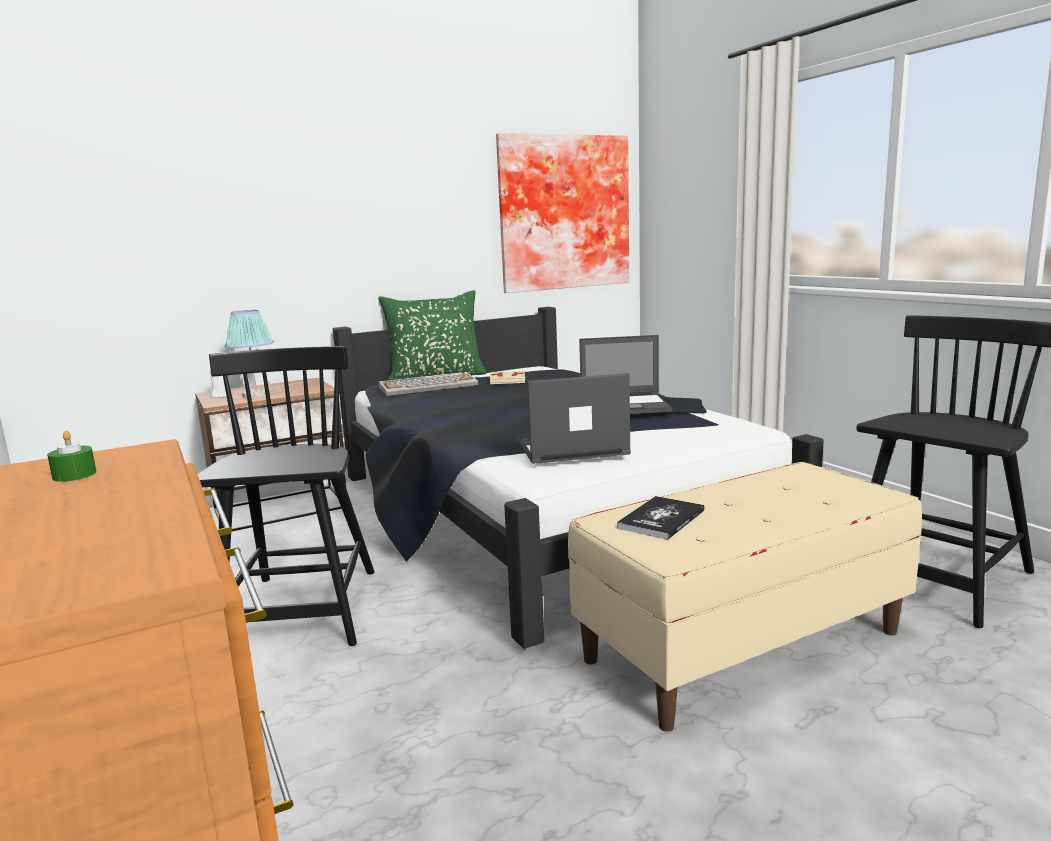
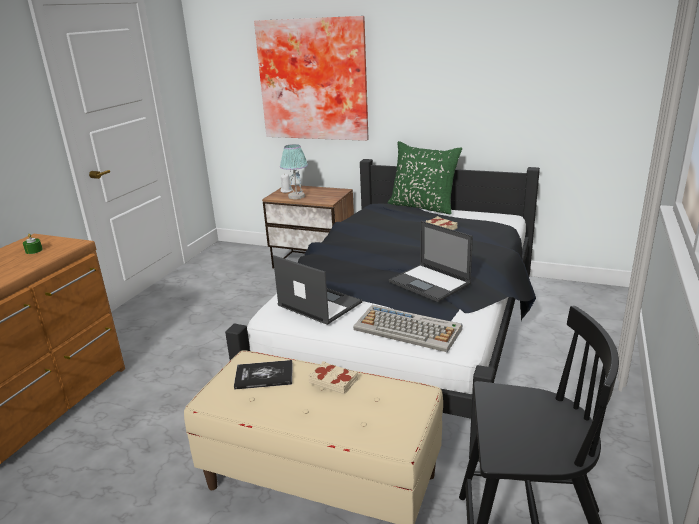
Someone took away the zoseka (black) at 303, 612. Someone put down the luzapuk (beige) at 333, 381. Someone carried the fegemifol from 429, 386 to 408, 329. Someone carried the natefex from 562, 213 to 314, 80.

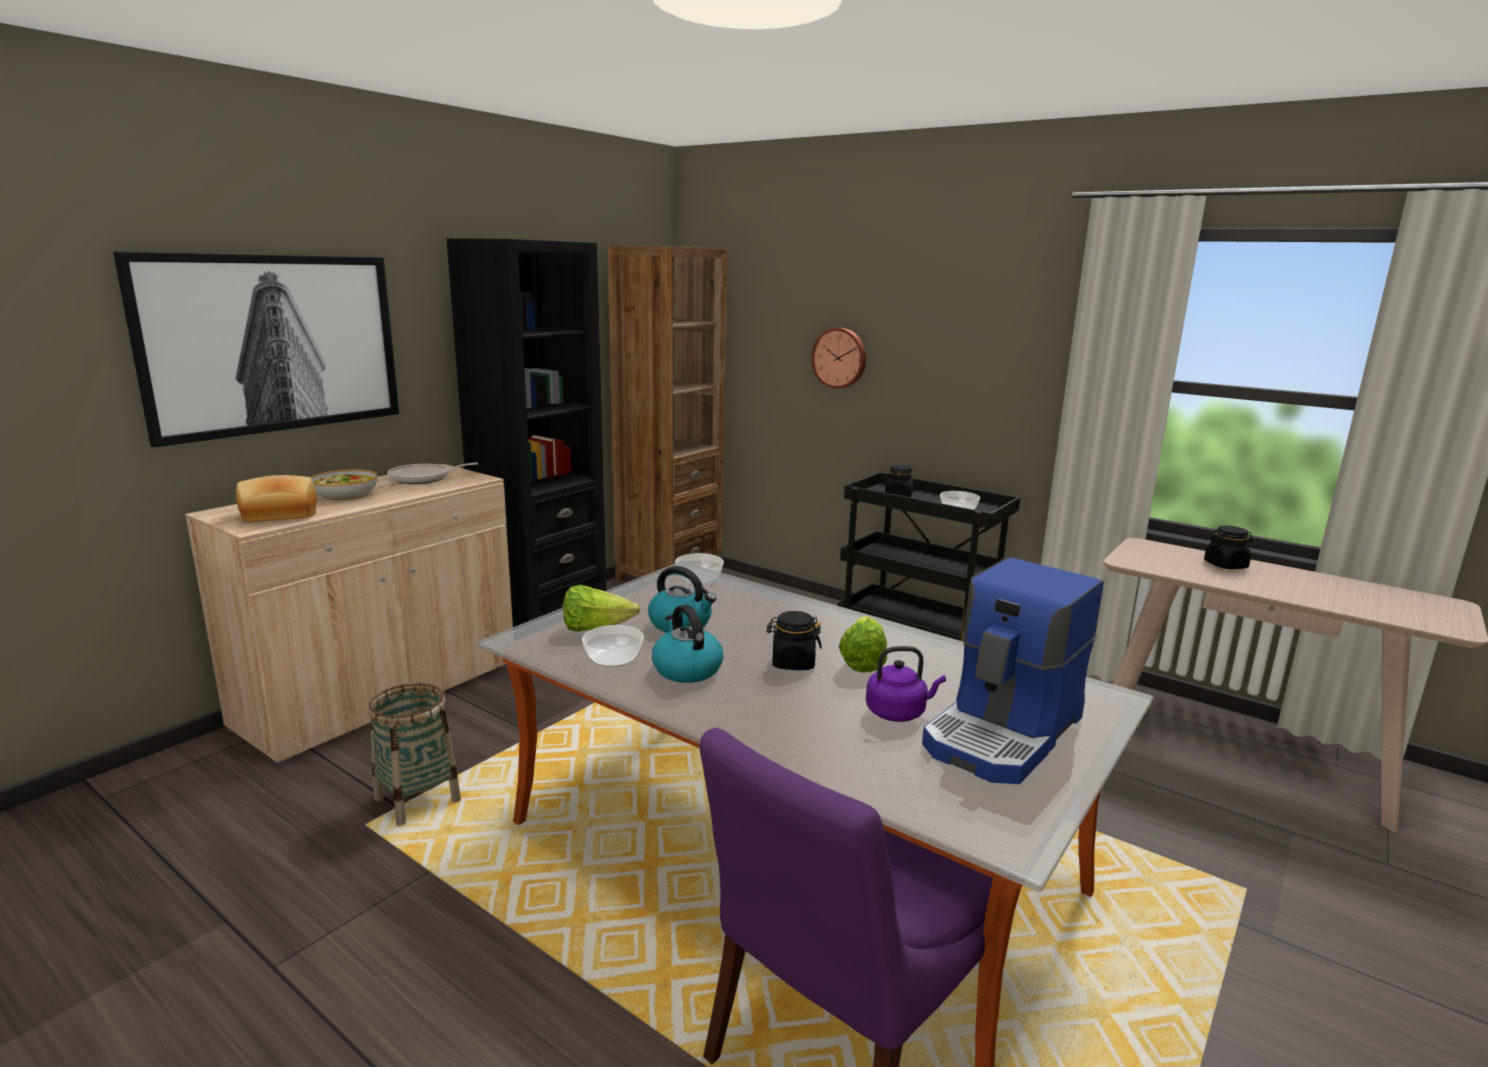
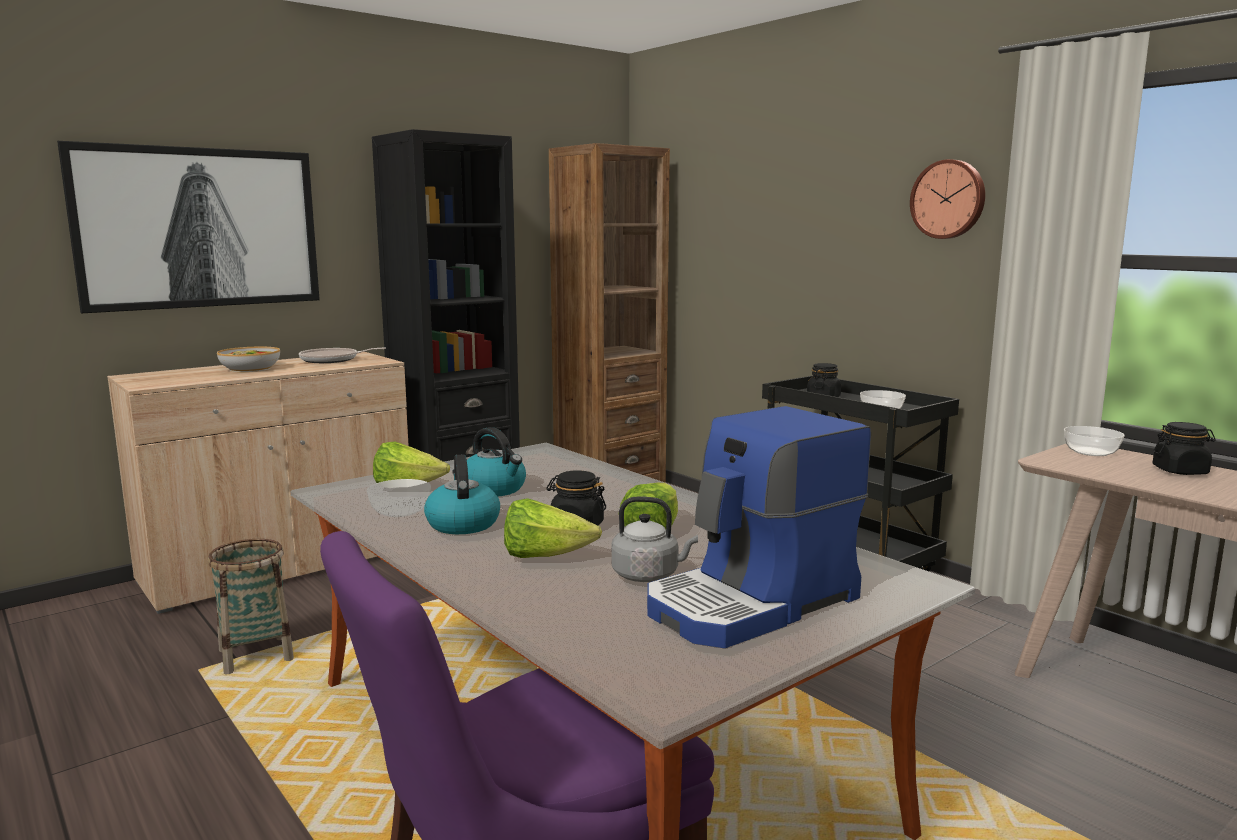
Someone took away the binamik at 279, 515. Someone put down the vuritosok at 545, 556. Someone carried the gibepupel from 699, 578 to 1090, 452. Someone carried the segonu from 840, 358 to 949, 199. Someone repainted the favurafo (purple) at 898, 712, which became the favurafo (grey) at 649, 575.

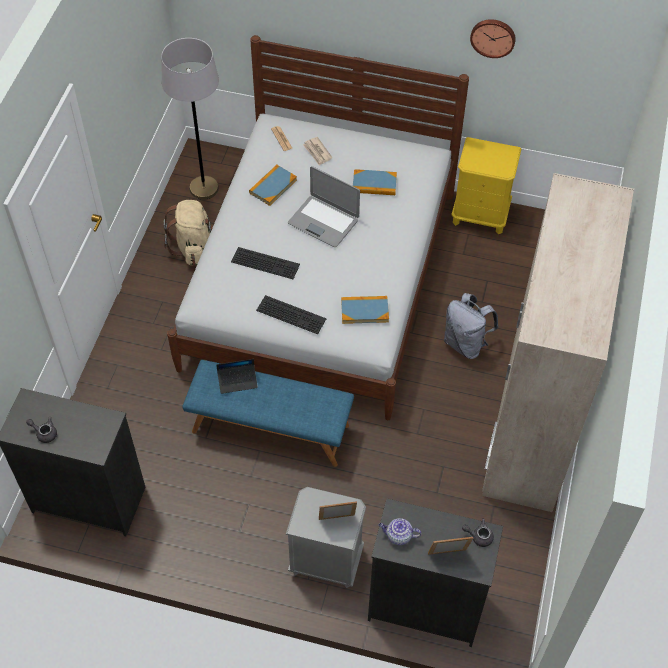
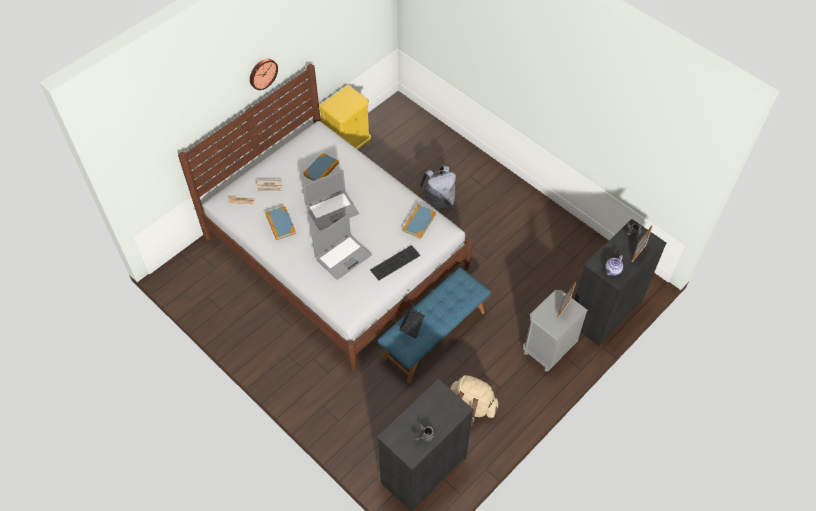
Someone took away the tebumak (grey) at 204, 188. Someone took away the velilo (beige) at 531, 425. Someone carried the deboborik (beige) from 194, 247 to 471, 407. Someone carried the segonu from 493, 37 to 262, 73. Someone swapped the fegemifol at 266, 262 for the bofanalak at 343, 256.

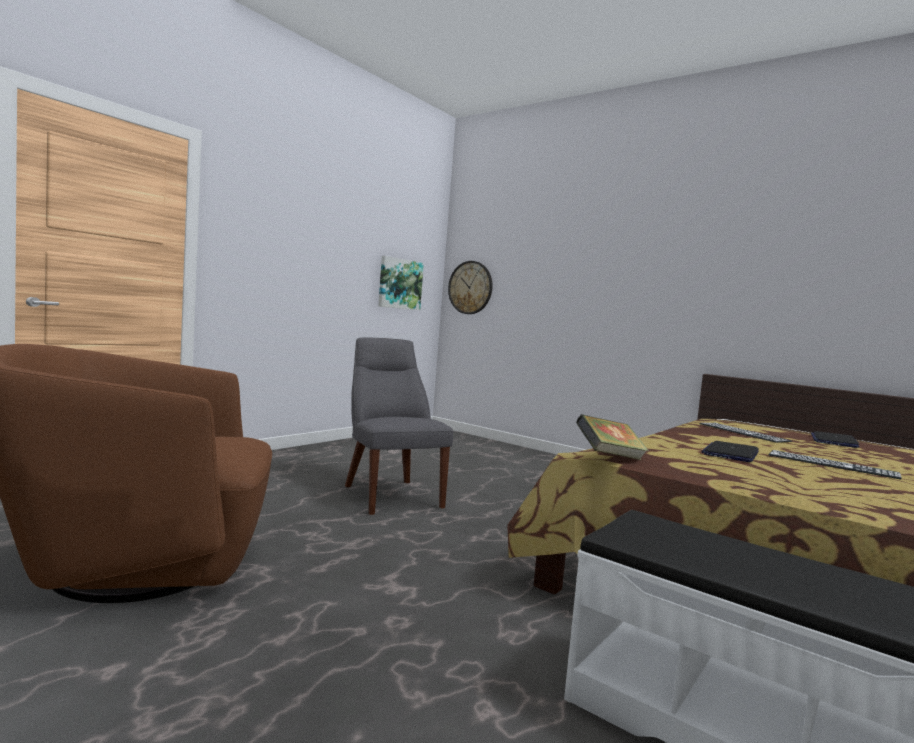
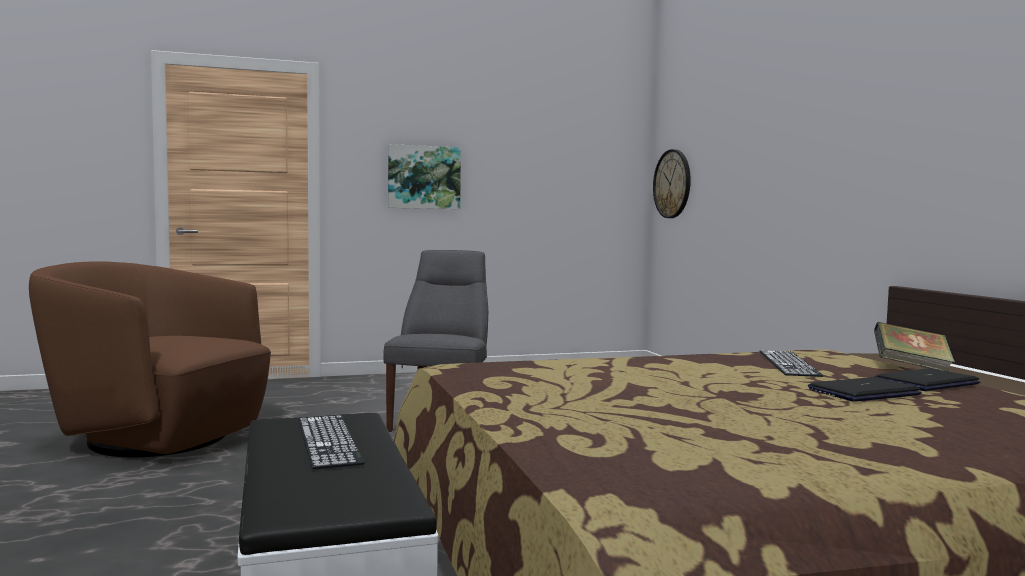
Someone carried the natefex from 399, 284 to 424, 177. Someone carried the luzapuk from 609, 457 to 911, 368. Someone carried the bofanalak from 730, 453 to 863, 392. Someone carried the fegemifol from 831, 464 to 328, 440.

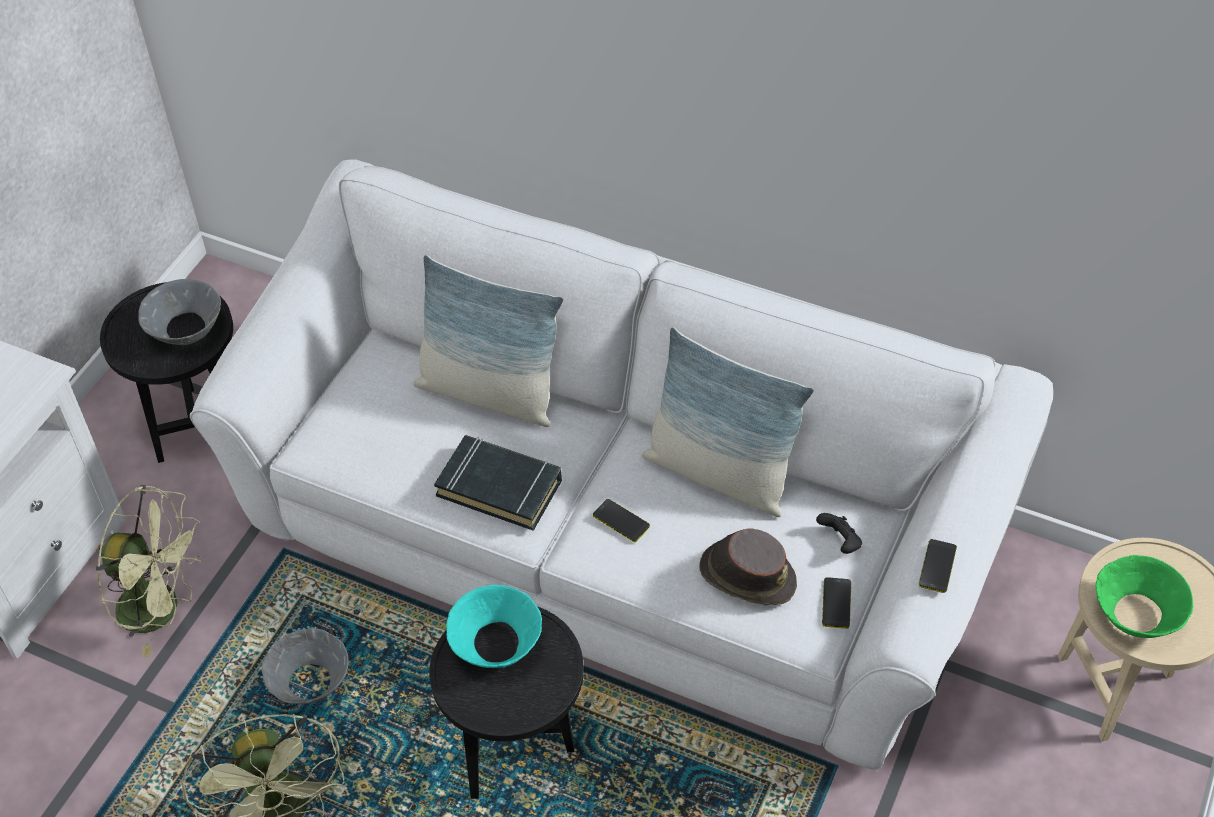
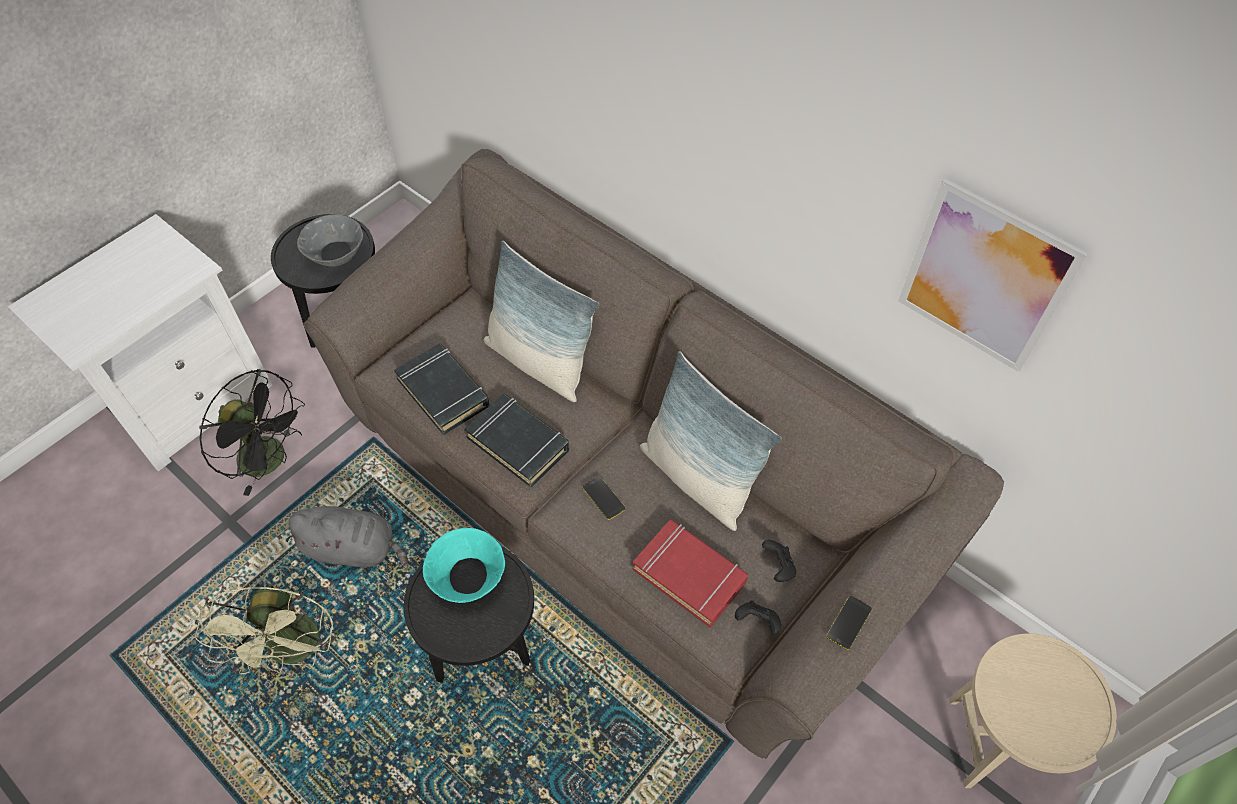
Someone took away the gibepupel (green) at 1135, 614. Someone put down the luzapuk (black) at 443, 392. Someone put up the natefex at 984, 278. Someone swapped the gibepupel (grey) at 310, 682 for the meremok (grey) at 354, 549. Someone swapped the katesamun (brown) at 746, 575 for the luzapuk (red) at 690, 575. Someone swapped the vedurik at 836, 603 for the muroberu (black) at 757, 622. Someone repainted the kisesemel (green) at 162, 608, which became the kisesemel (black) at 271, 460. Someone repainted the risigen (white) at 613, 533, which became the risigen (brown) at 620, 491.

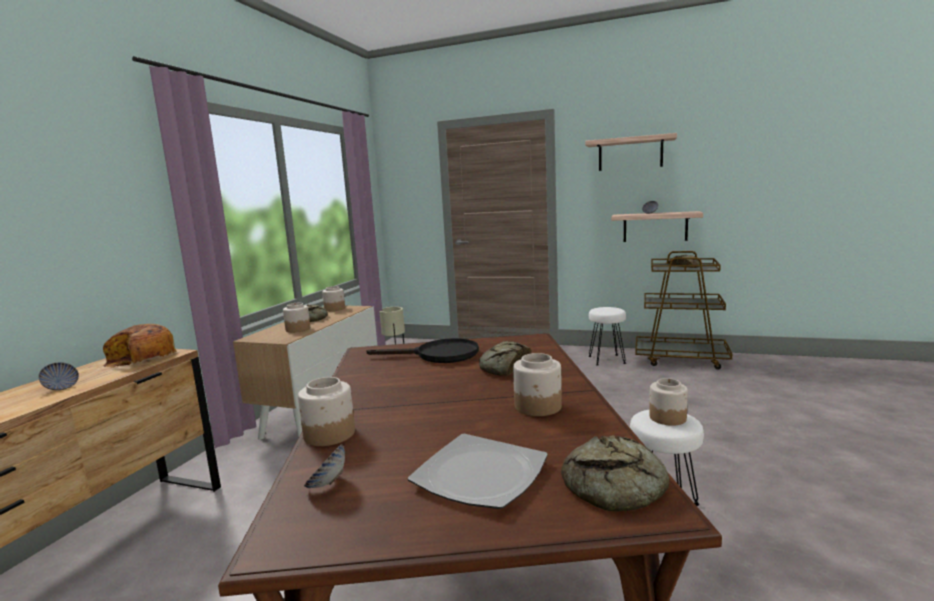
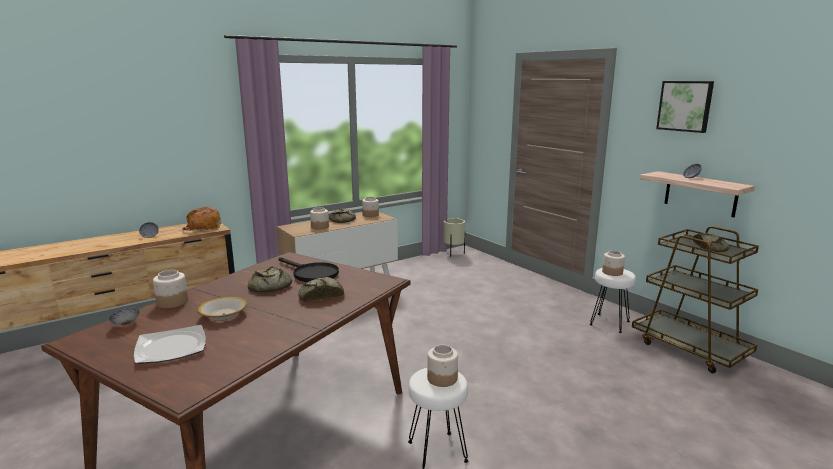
Someone put down the gibepupel at 224, 315. Someone carried the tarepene from 538, 406 to 612, 272. Someone carried the binamik from 618, 486 to 269, 286. Someone swapped the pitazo at 630, 154 for the natefex at 685, 106.

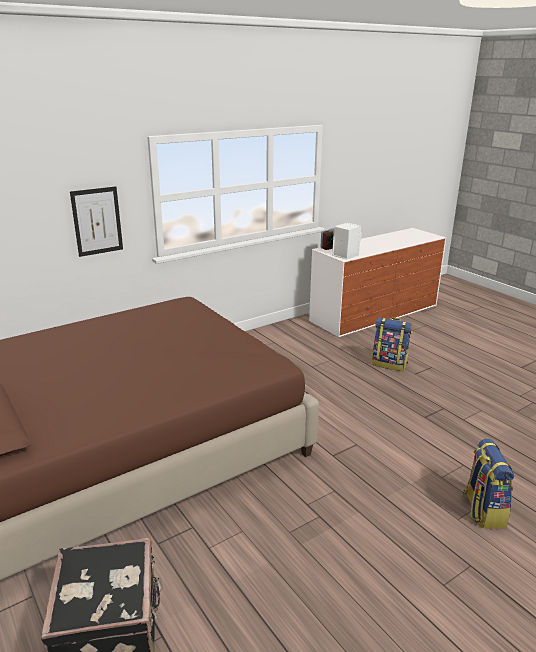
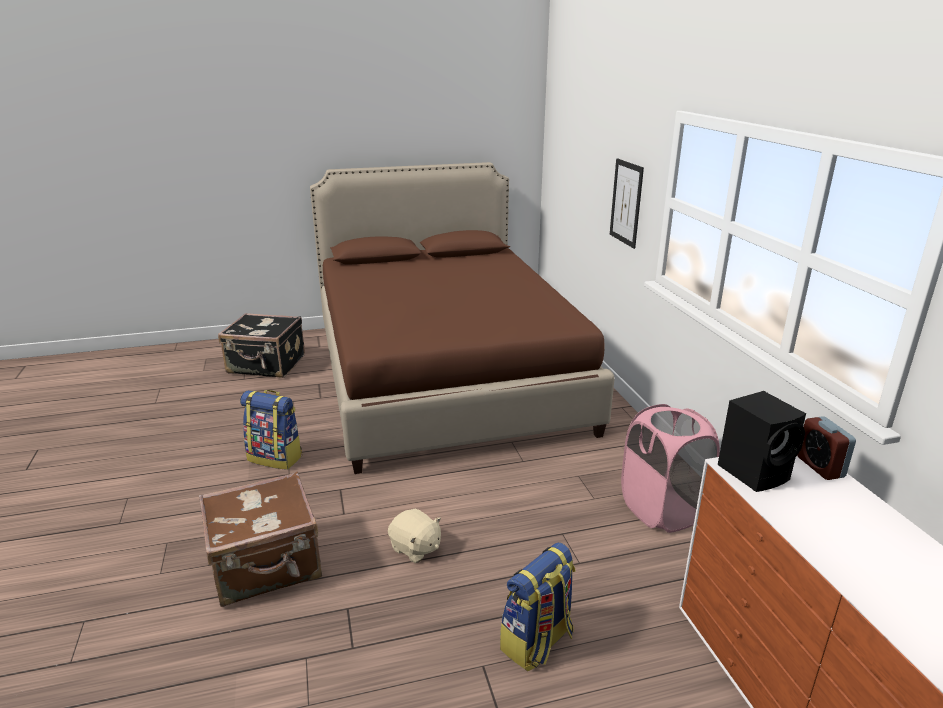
Someone put down the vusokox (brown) at 267, 566. Someone put down the meremok (beige) at 415, 548. Someone put down the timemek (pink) at 662, 510. Someone carried the deboborik from 482, 510 to 276, 458. Someone repainted the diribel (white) at 345, 255, which became the diribel (black) at 755, 472.

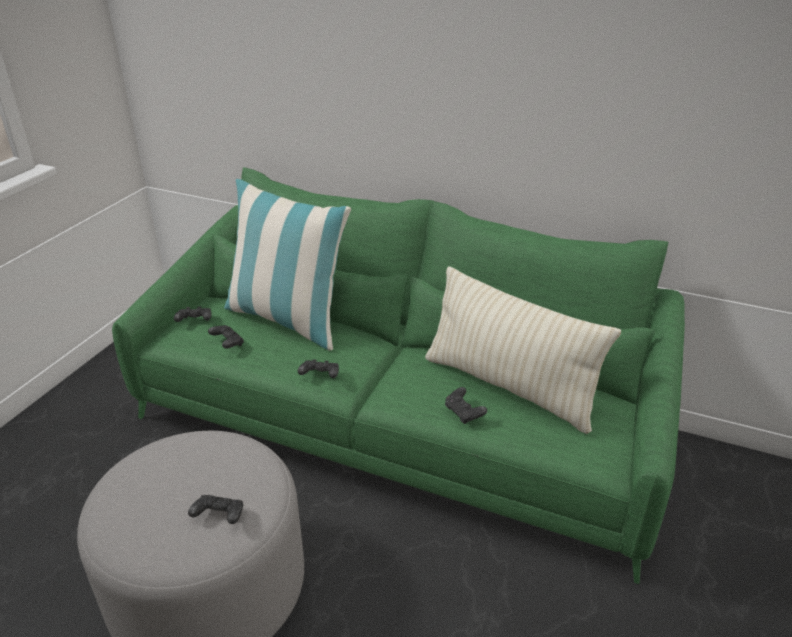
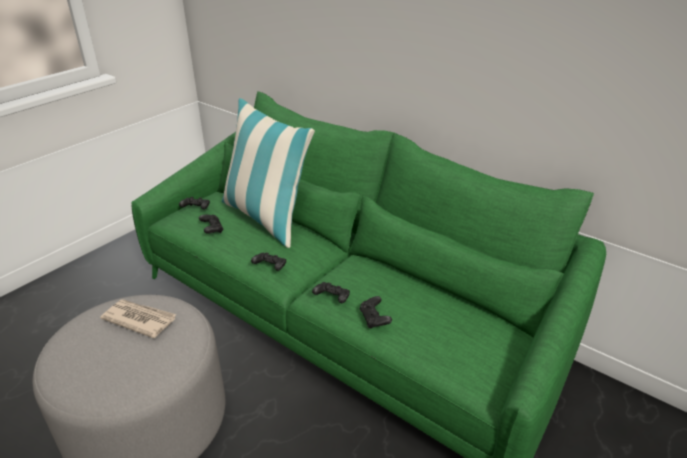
Someone took away the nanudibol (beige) at 509, 387. Someone put down the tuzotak at 139, 319. Someone carried the muroberu (black) from 219, 517 to 332, 298.

